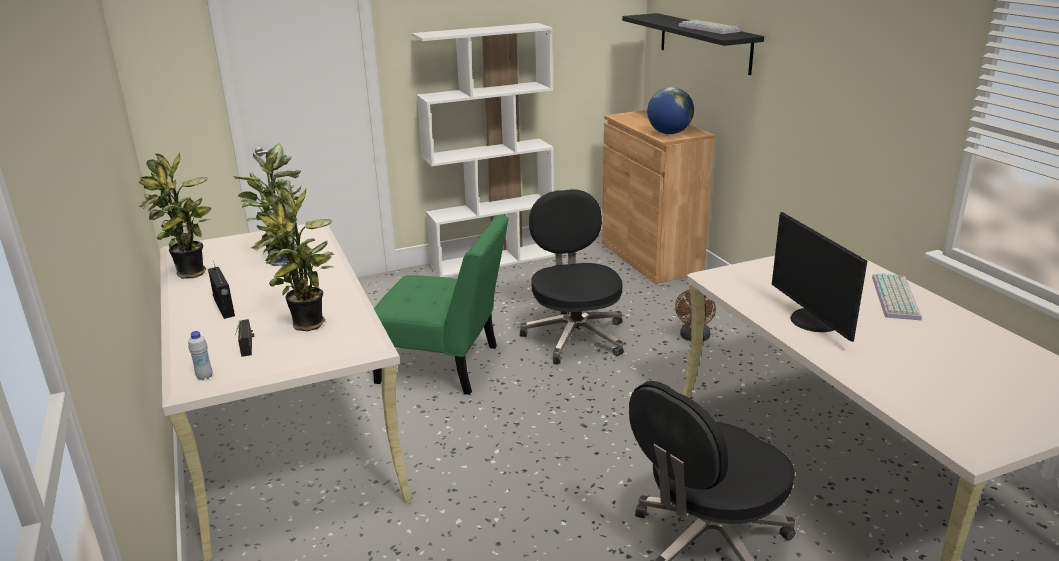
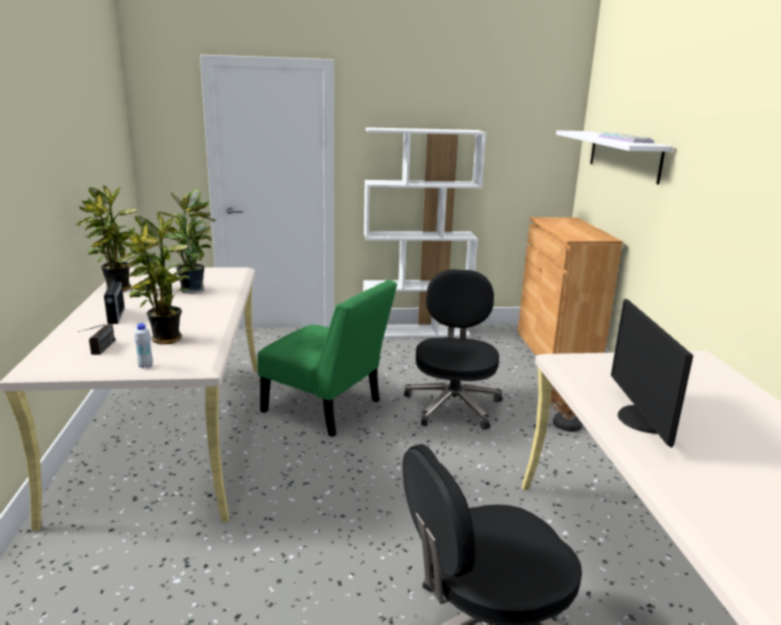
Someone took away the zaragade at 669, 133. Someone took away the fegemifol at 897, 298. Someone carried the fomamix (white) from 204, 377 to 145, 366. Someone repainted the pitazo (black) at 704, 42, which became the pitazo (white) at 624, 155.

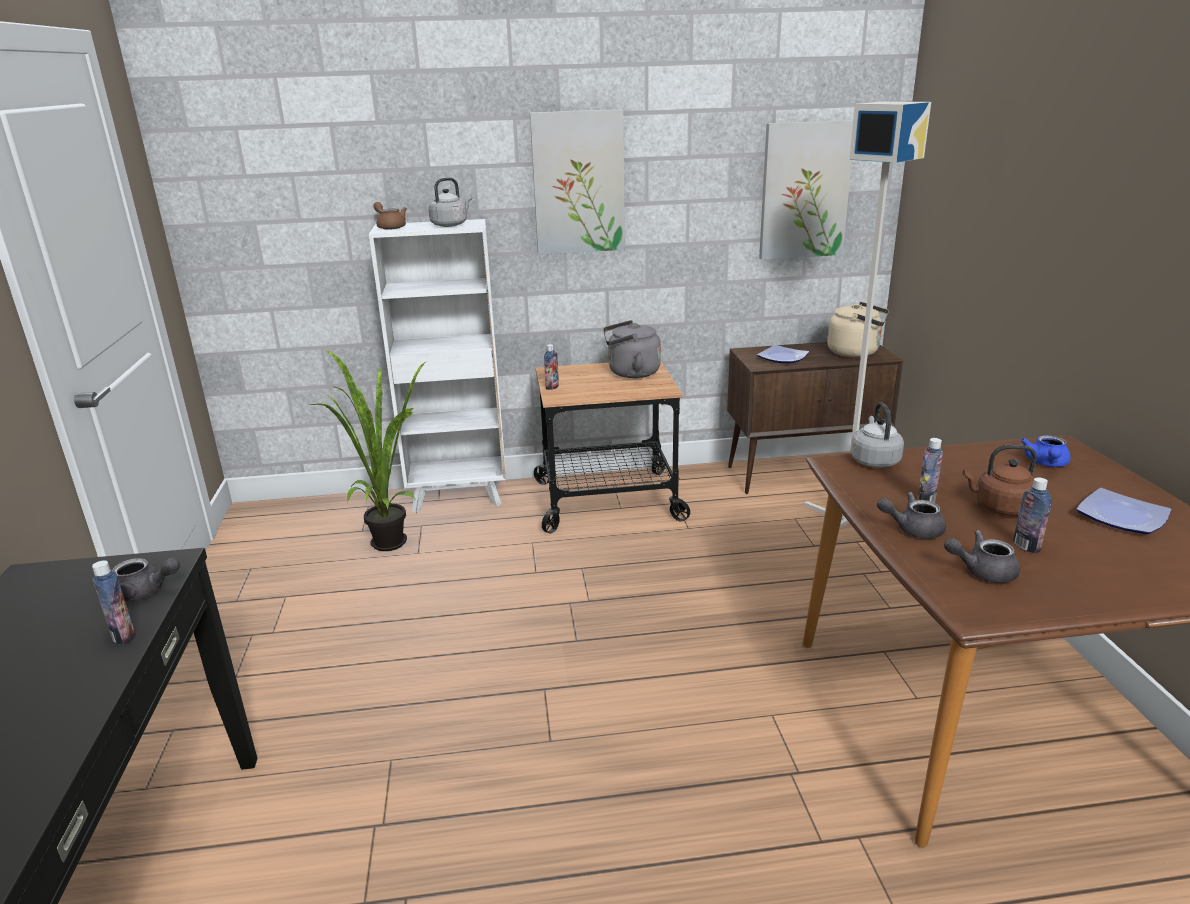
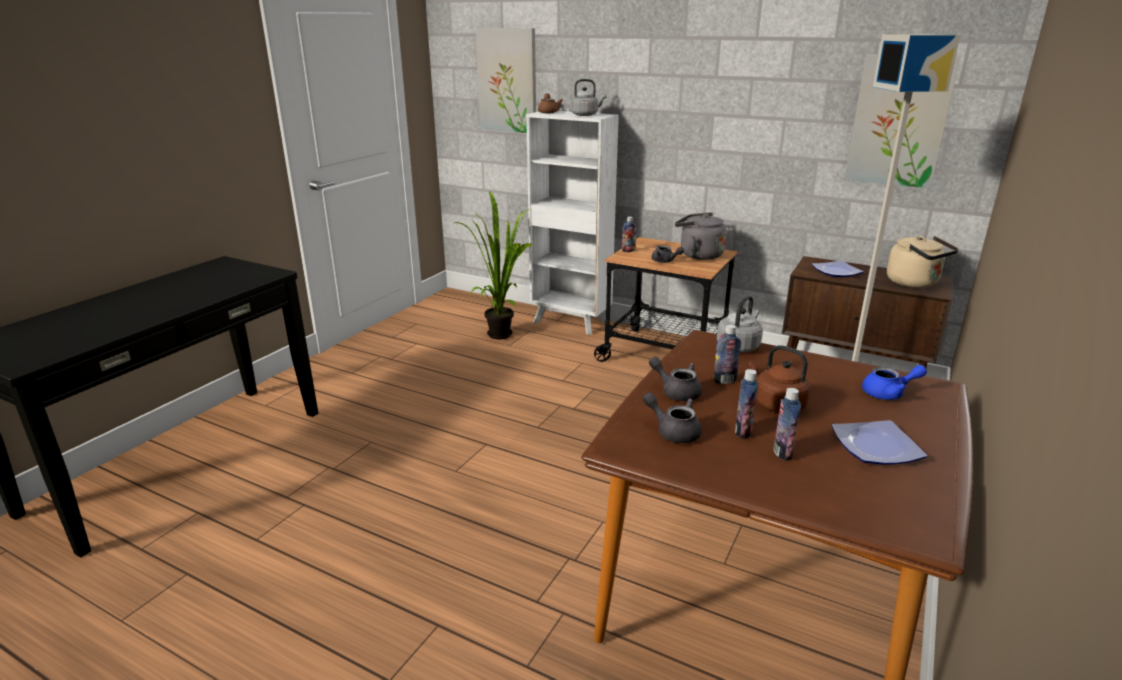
Someone carried the fomamix from 124, 636 to 782, 453. Someone carried the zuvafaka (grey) from 145, 593 to 665, 261. Someone carried the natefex from 578, 183 to 507, 80. Someone rotated the zuvafaka (blue) at 1046, 464 by 150 degrees counterclockwise.

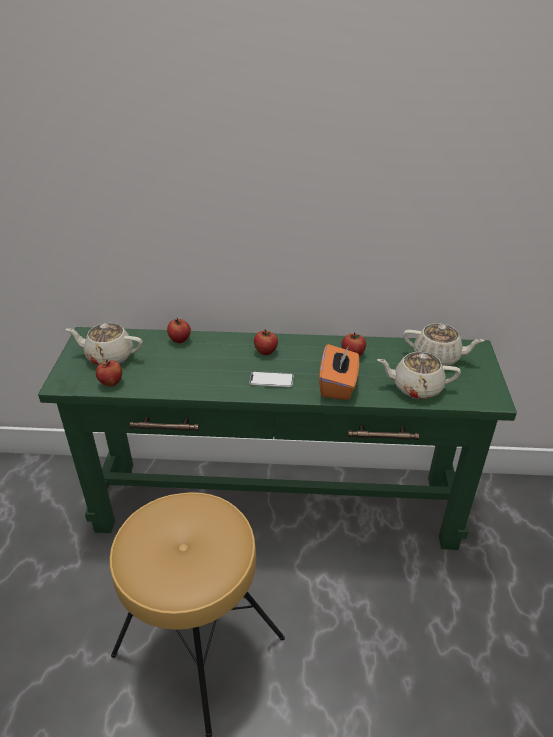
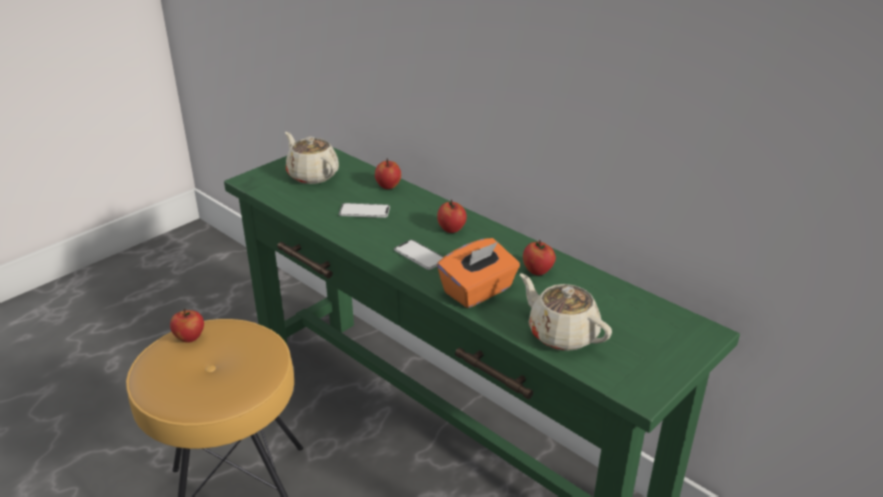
Someone took away the zuvafaka (beige) at 437, 357. Someone put down the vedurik at 364, 211. Someone carried the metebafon from 111, 383 to 190, 338.

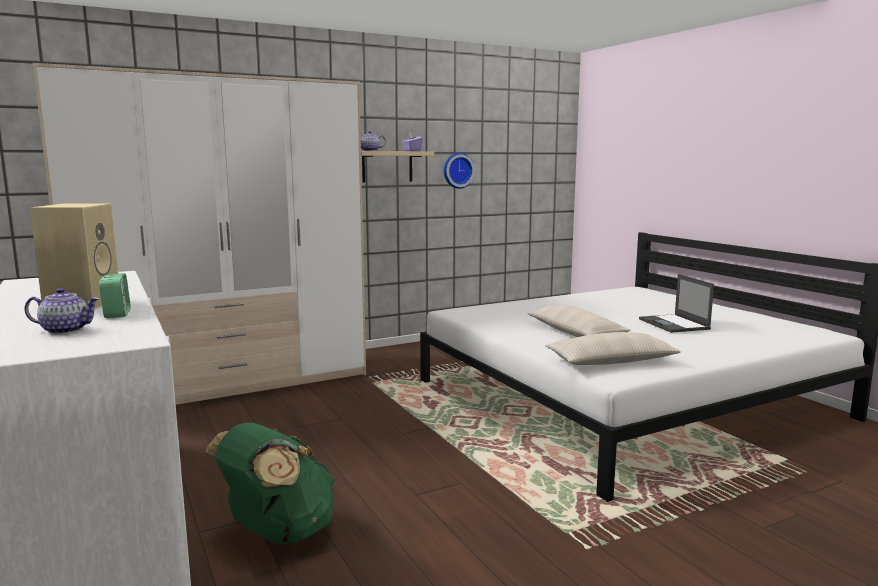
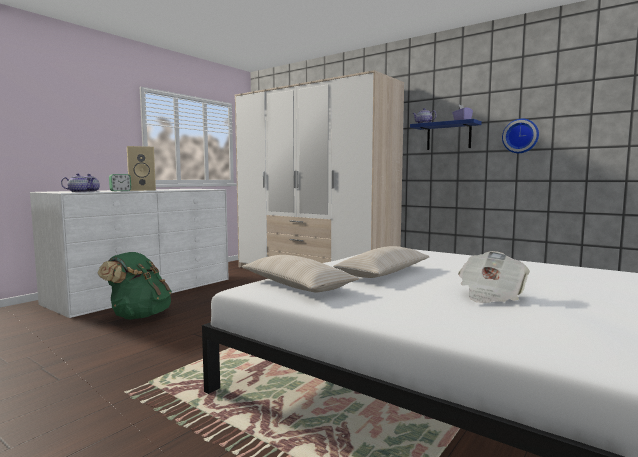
Someone put down the zuvafaka at 78, 192. Someone swapped the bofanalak at 674, 324 for the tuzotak at 490, 295. Someone repainted the pitazo (beige) at 387, 166, which became the pitazo (blue) at 448, 136.

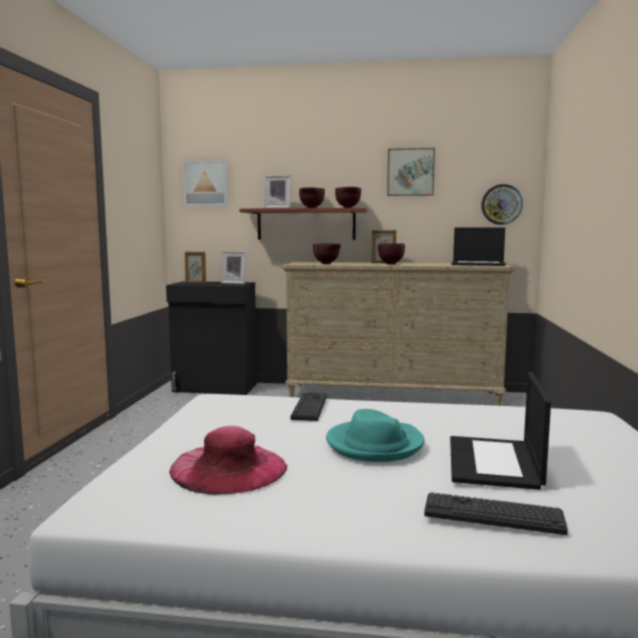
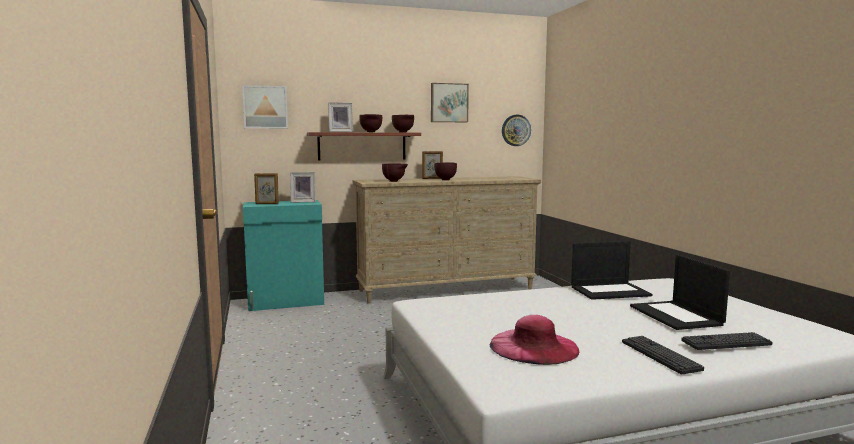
Someone took away the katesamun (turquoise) at 374, 444. Someone carried the fegemifol from 309, 407 to 660, 355. Someone carried the bofanalak from 478, 264 to 610, 291. Someone repainted the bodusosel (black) at 215, 388, which became the bodusosel (turquoise) at 286, 302.

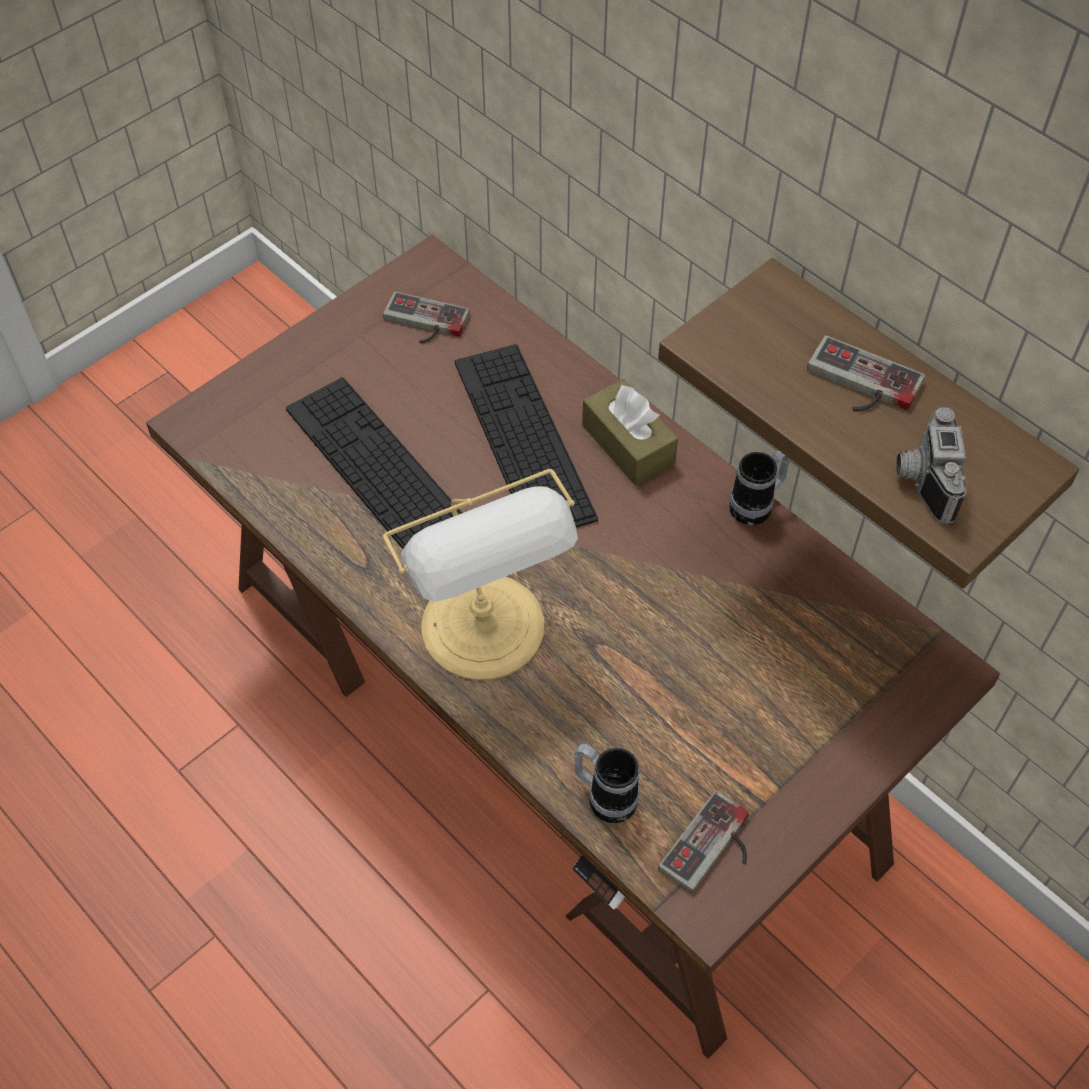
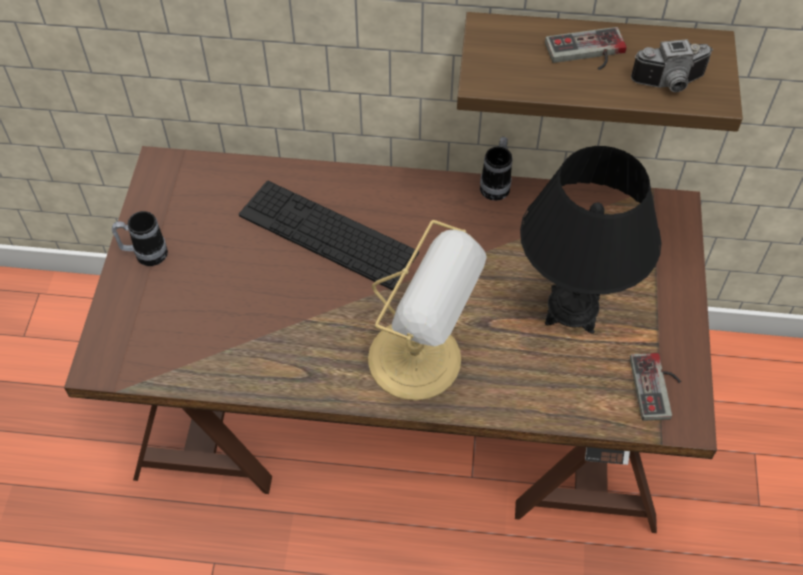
Someone took away the fegemifol at 378, 468. Someone took away the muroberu at 423, 323. Someone took away the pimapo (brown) at 628, 444. Someone put down the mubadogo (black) at 572, 309. Someone carried the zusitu from 604, 796 to 145, 254. Someone rotated the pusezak at 922, 479 by 60 degrees counterclockwise.

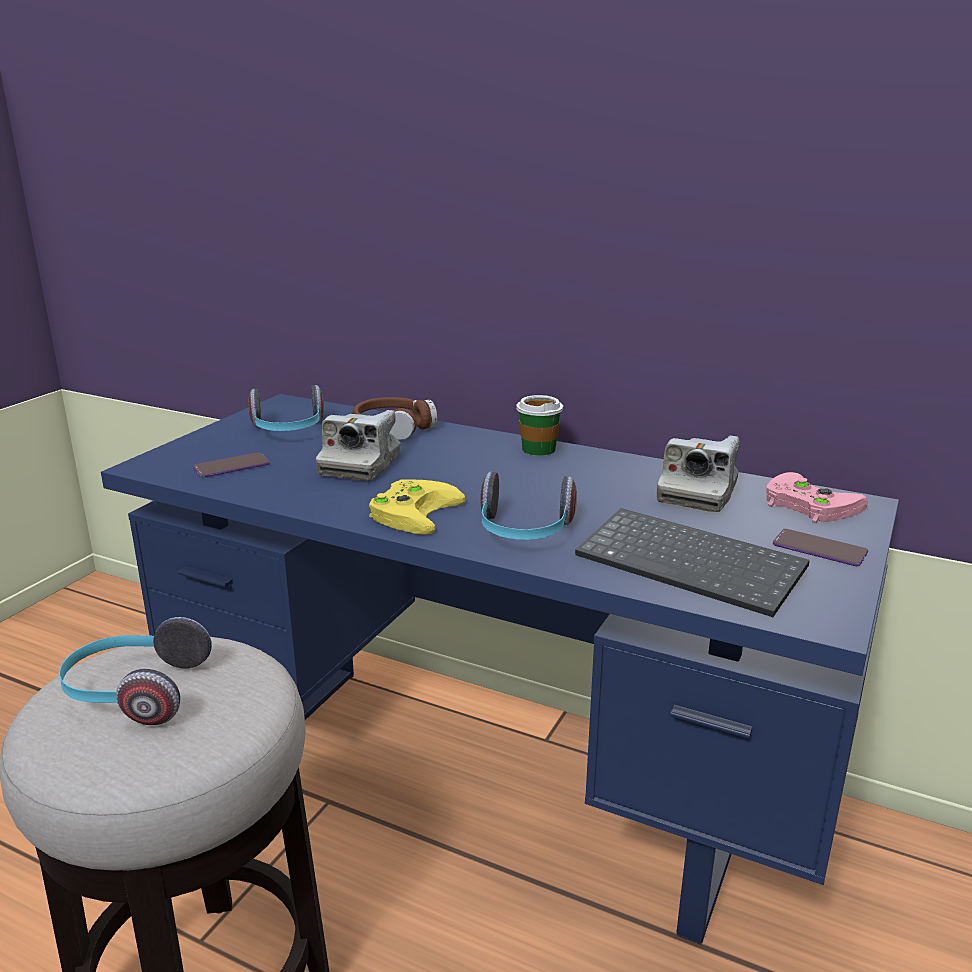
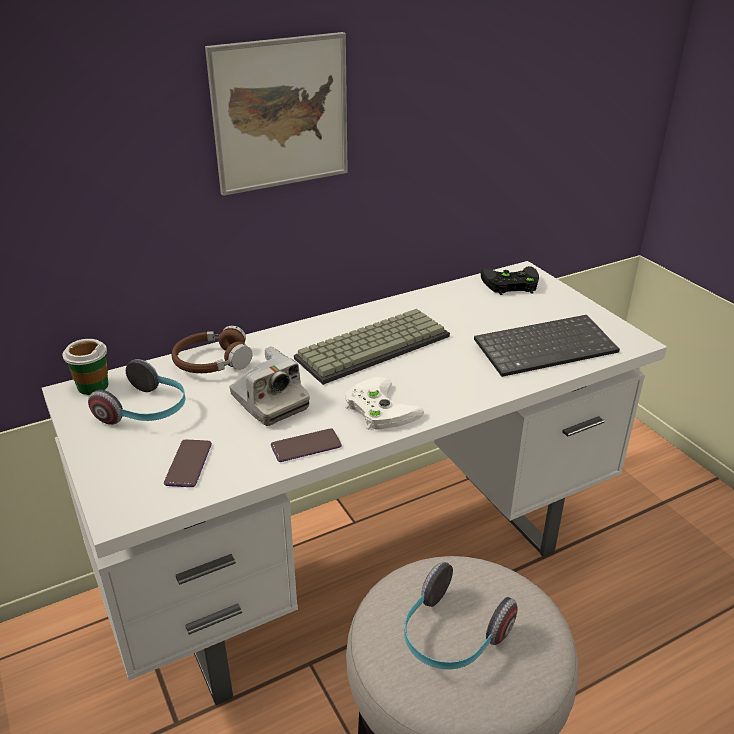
Someone took away the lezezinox at 524, 532. Someone took away the pusezak at 697, 493. Someone put up the natefex at 280, 113. Someone put down the fegemifol at 373, 345. Someone carried the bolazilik from 538, 449 to 92, 386. Someone carried the vedurik from 819, 549 to 306, 446. Someone repainted the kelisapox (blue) at 489, 781, which became the kelisapox (white) at 366, 568. Someone repainted the muroberu (yellow) at 413, 510, which became the muroberu (white) at 377, 408. Someone repainted the muroberu (pink) at 807, 504, which became the muroberu (black) at 509, 284.

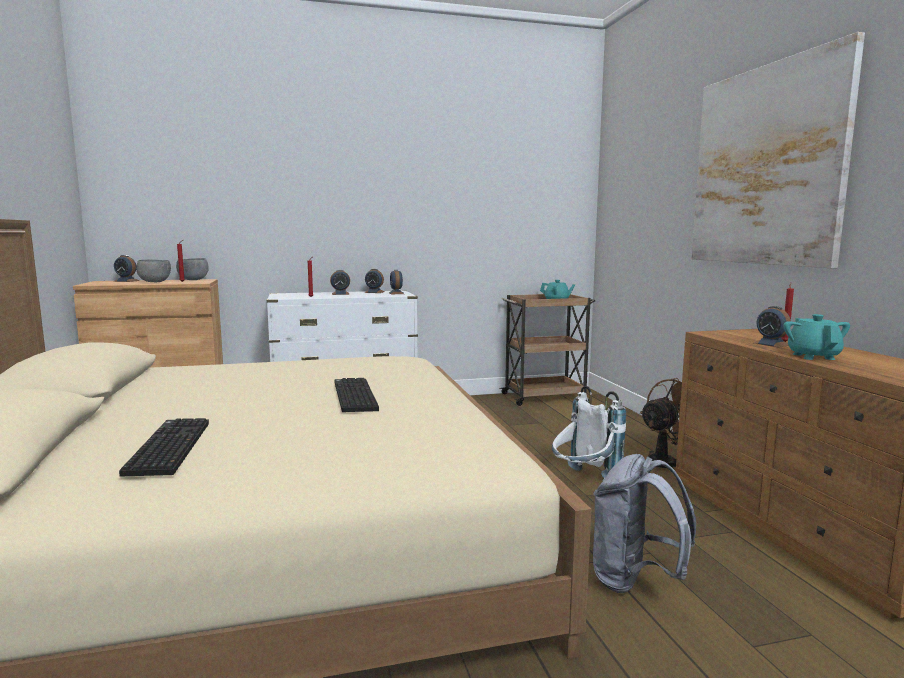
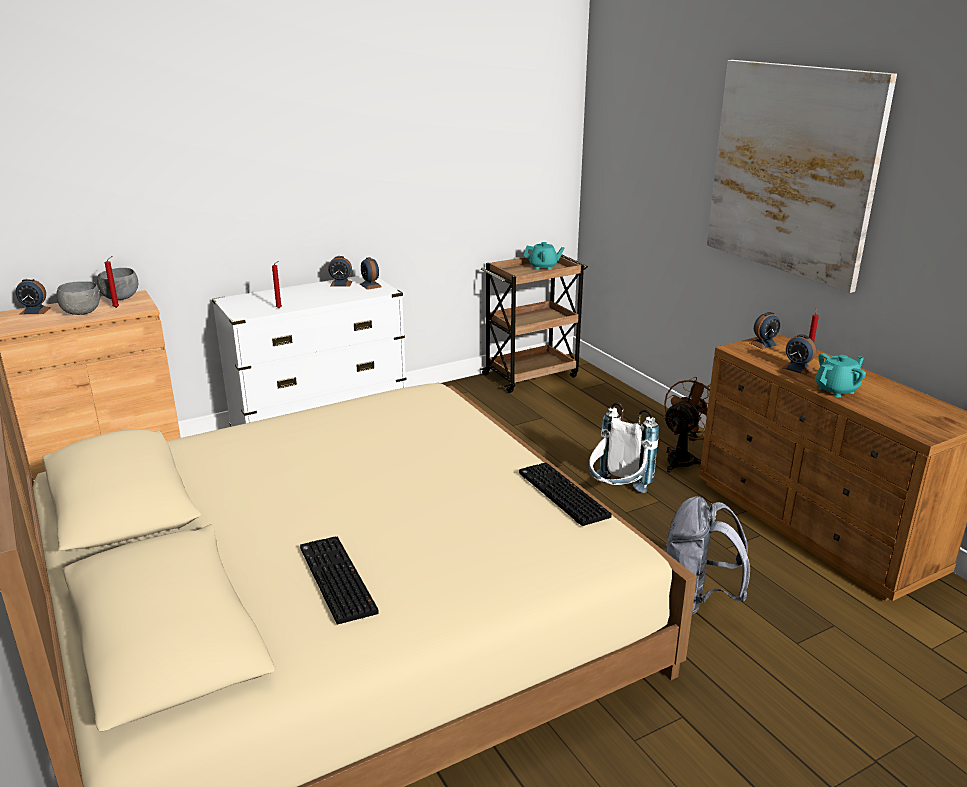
Someone carried the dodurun from 340, 294 to 764, 344. Someone carried the fegemifol from 353, 396 to 560, 494. Someone rotated the zuvafaka (turquoise) at 813, 356 by 75 degrees clockwise.

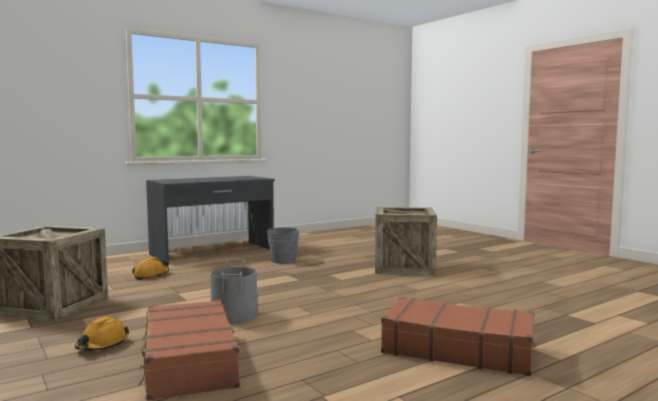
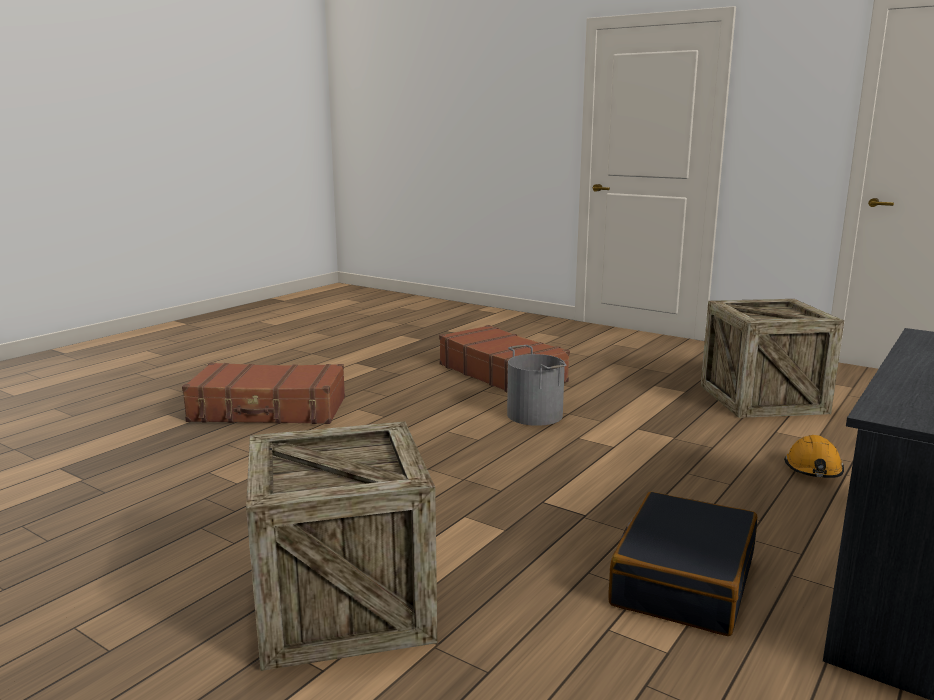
Someone took away the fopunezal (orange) at 102, 345. Someone swapped the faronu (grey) at 283, 261 for the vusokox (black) at 682, 581.

